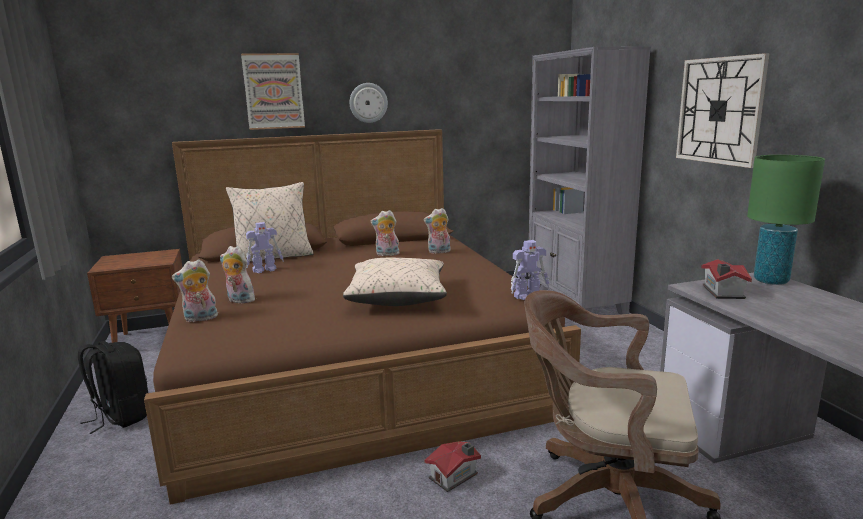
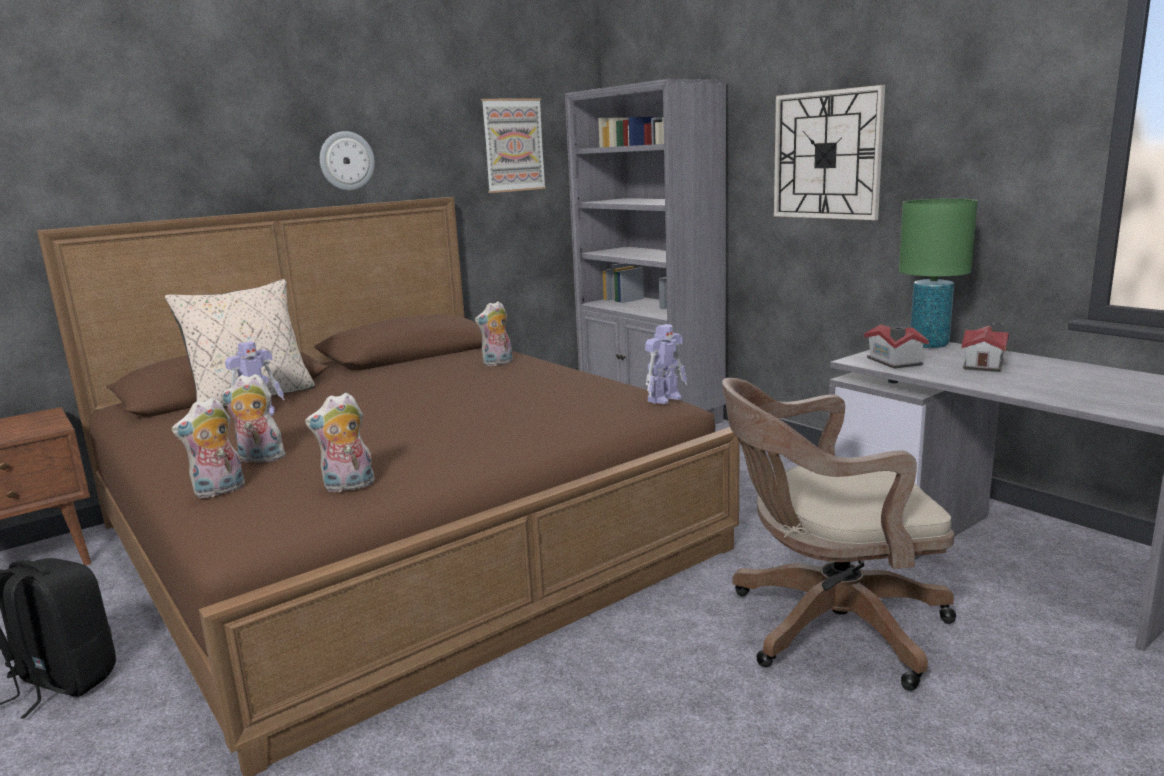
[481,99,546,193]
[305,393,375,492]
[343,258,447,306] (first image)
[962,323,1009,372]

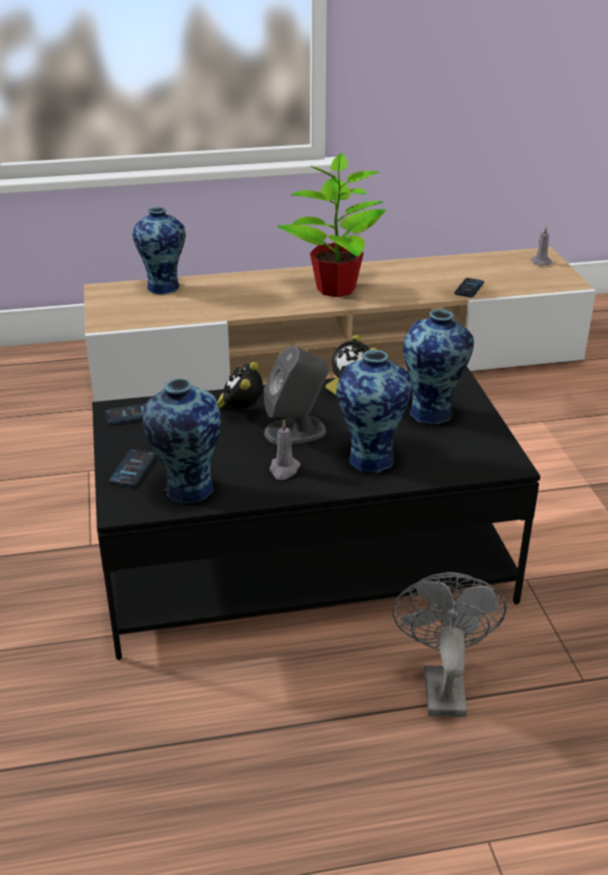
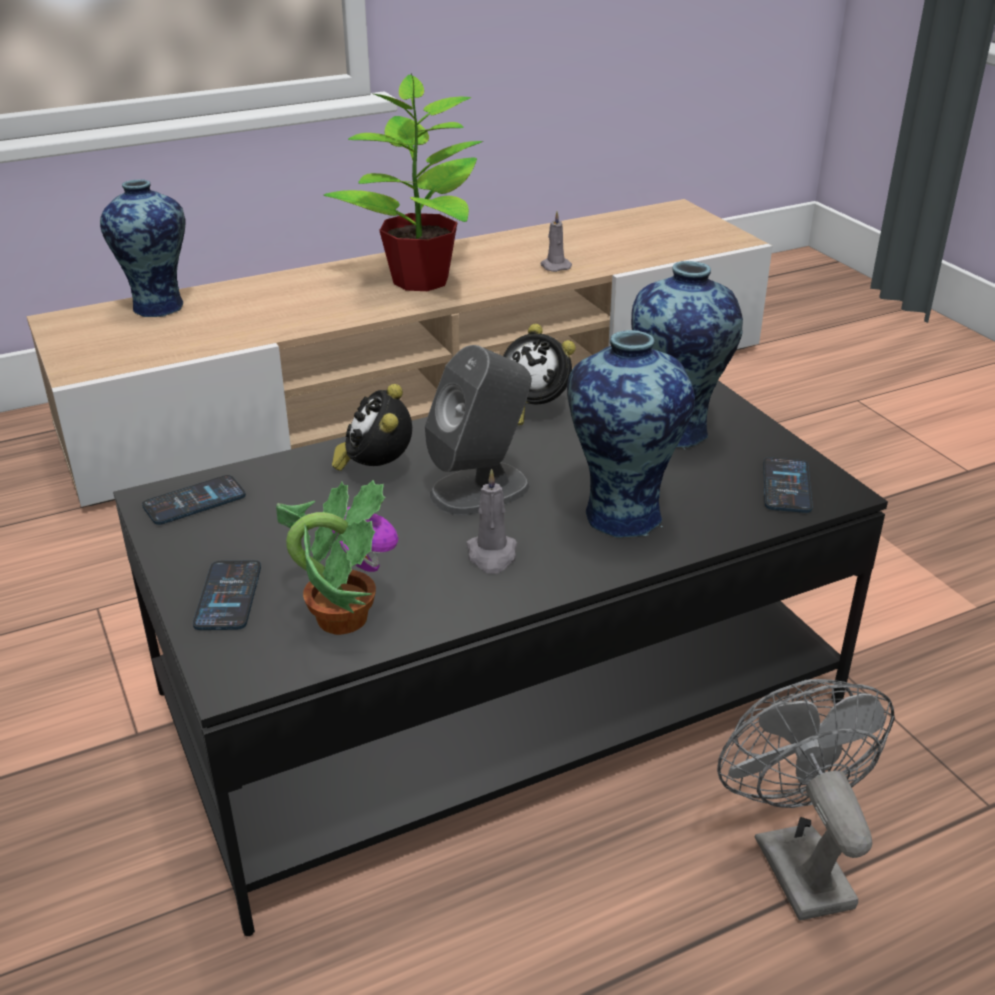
[540,211,572,272]
[763,457,813,513]
[276,480,398,635]

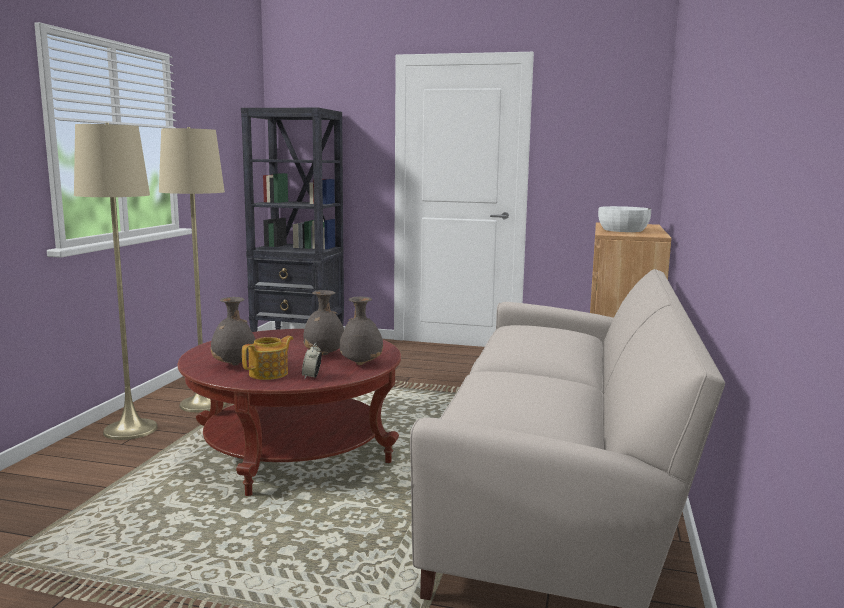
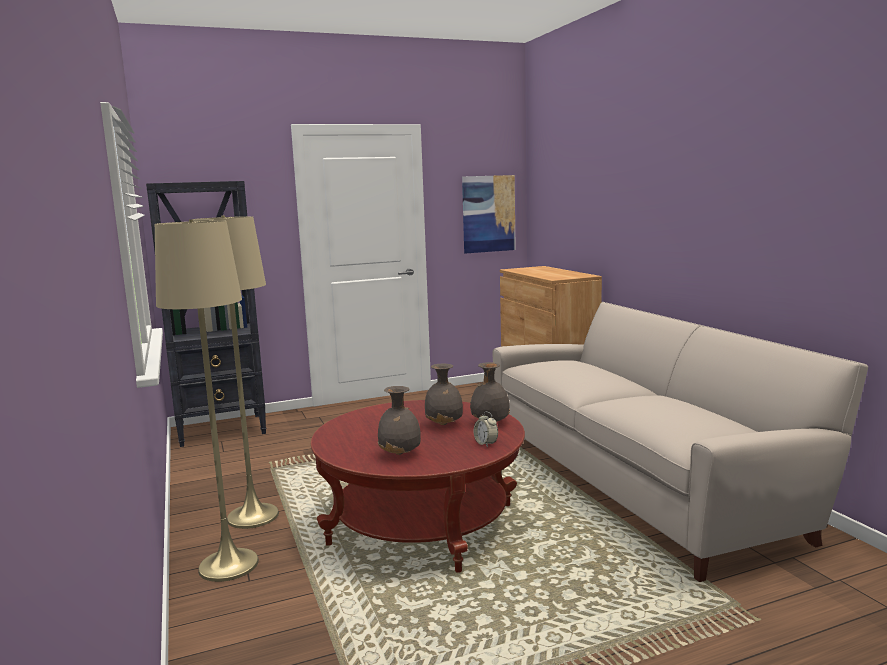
[598,206,651,232] (first image)
[242,336,293,380] (first image)
[462,175,516,254]

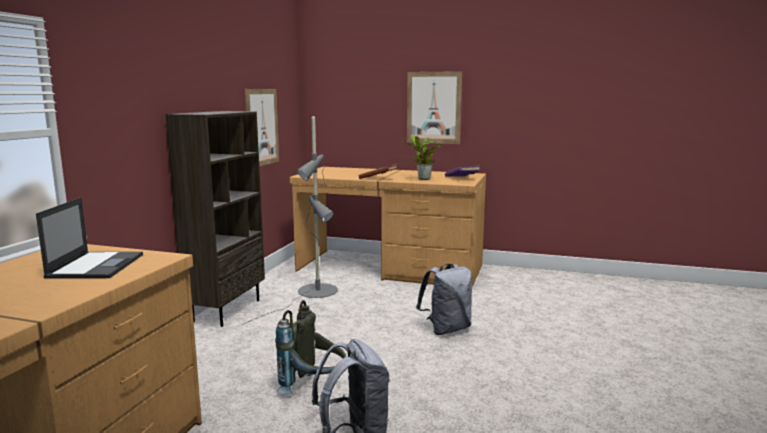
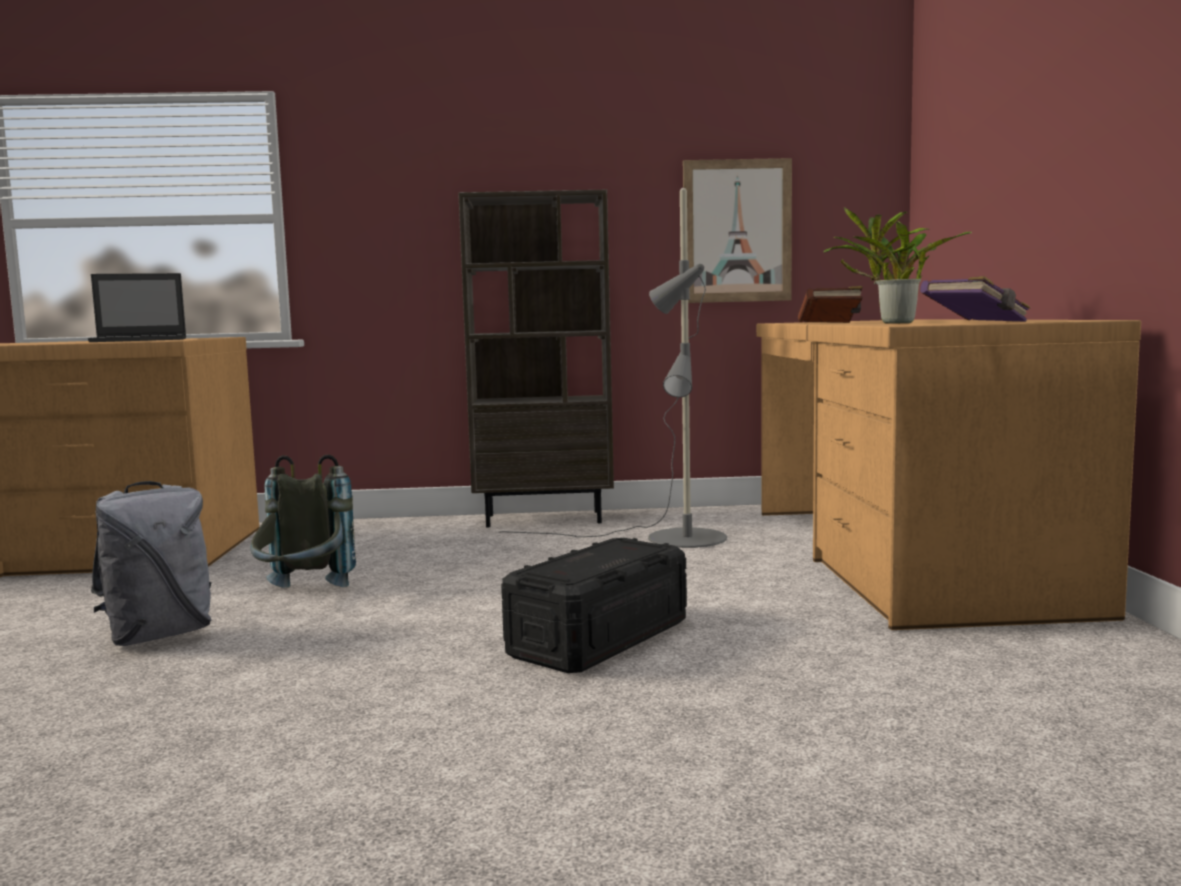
[407,71,462,144] (first image)
[501,538,687,673]

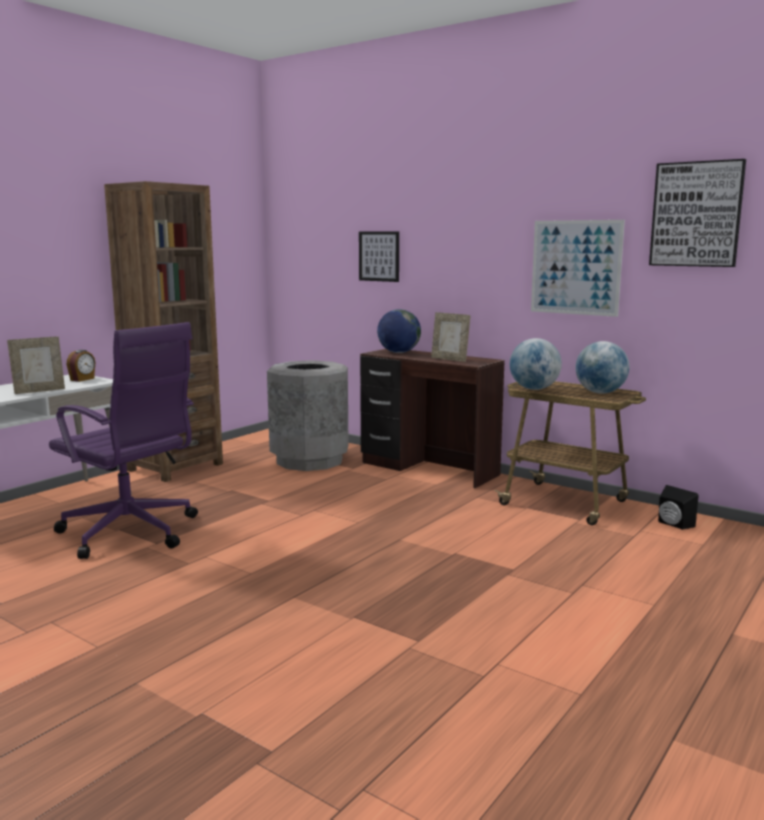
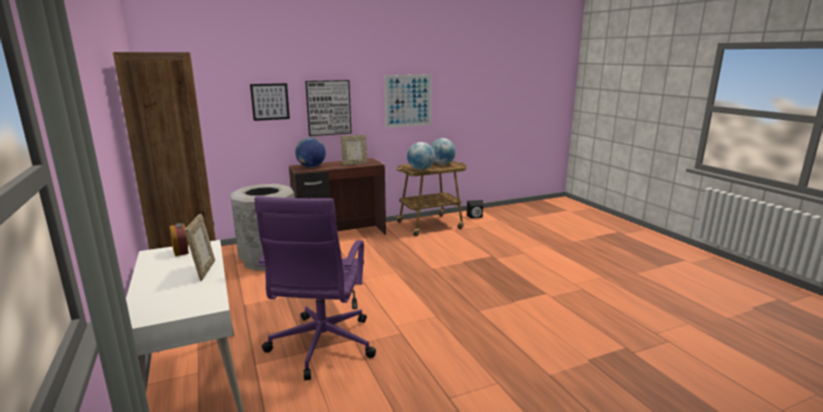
[305,80,351,136]
[255,196,376,380]

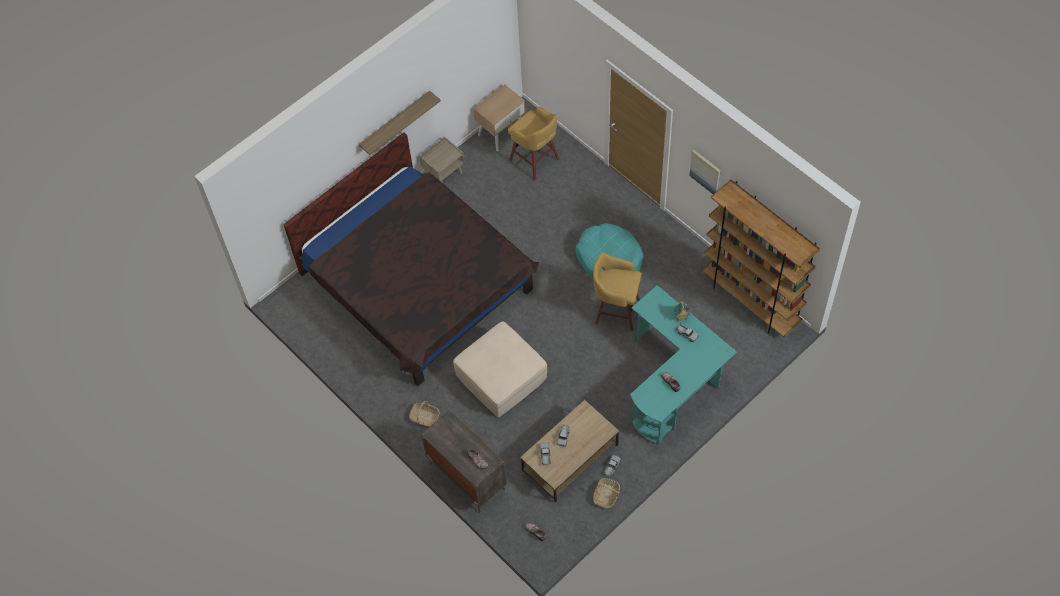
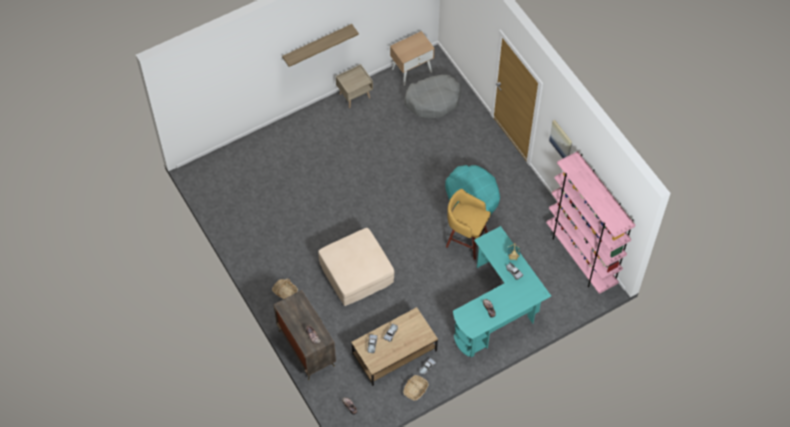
[404,75,461,118]
[284,132,539,386] (first image)
[546,151,635,294]

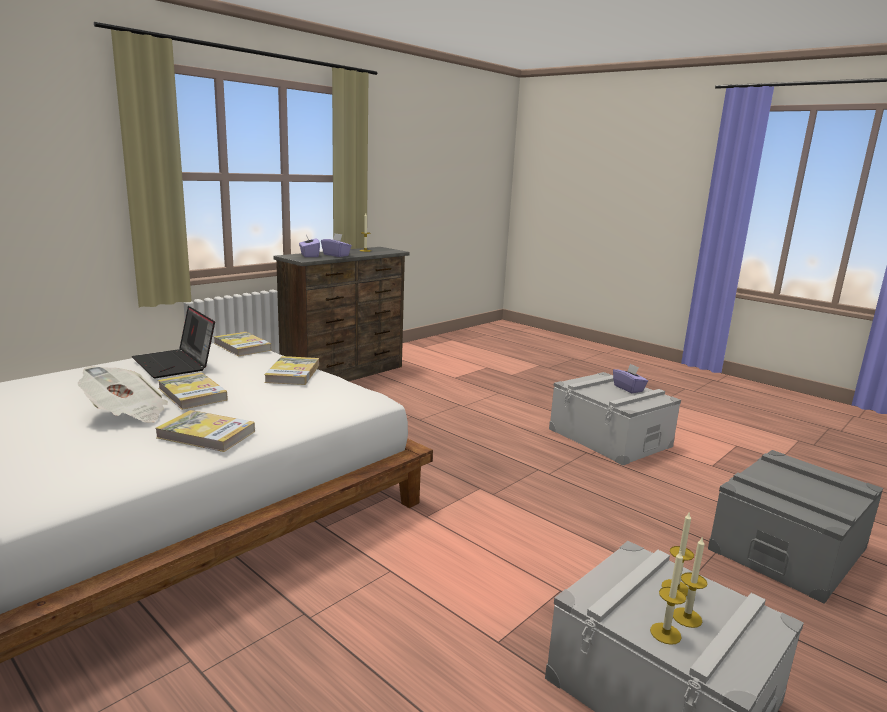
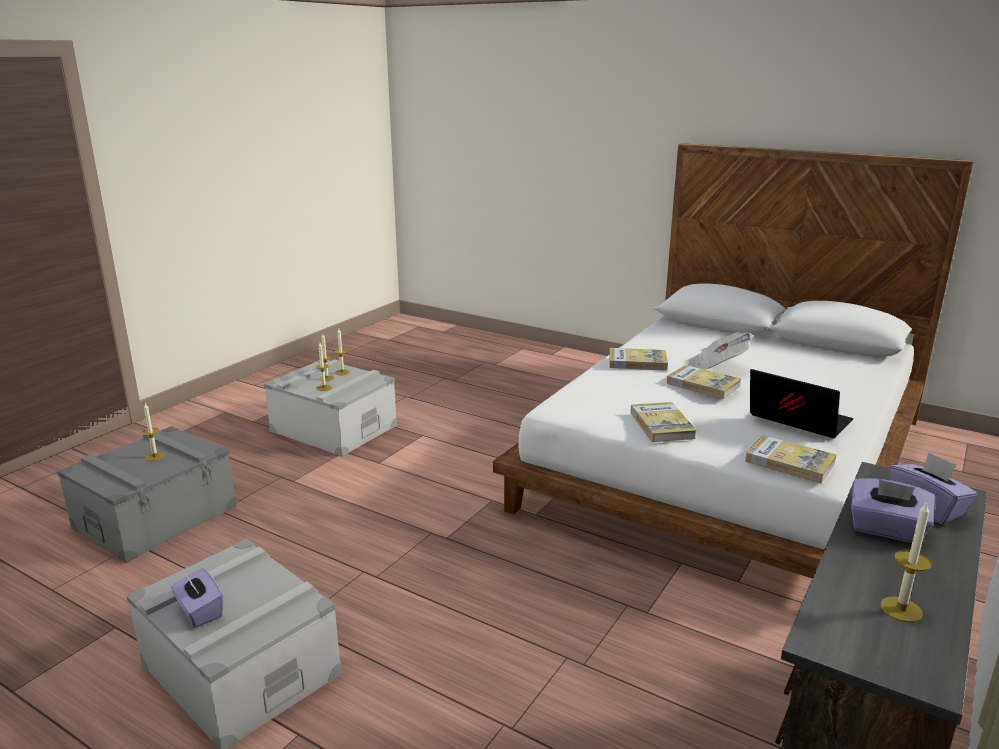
[142,403,165,461]

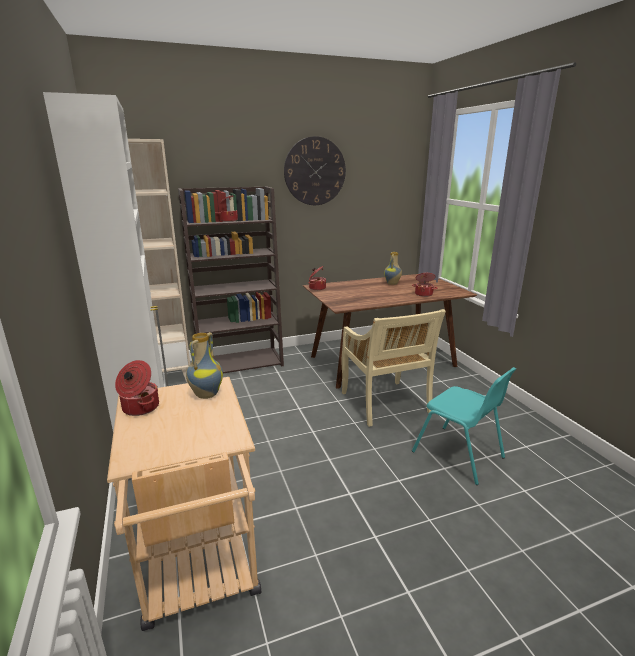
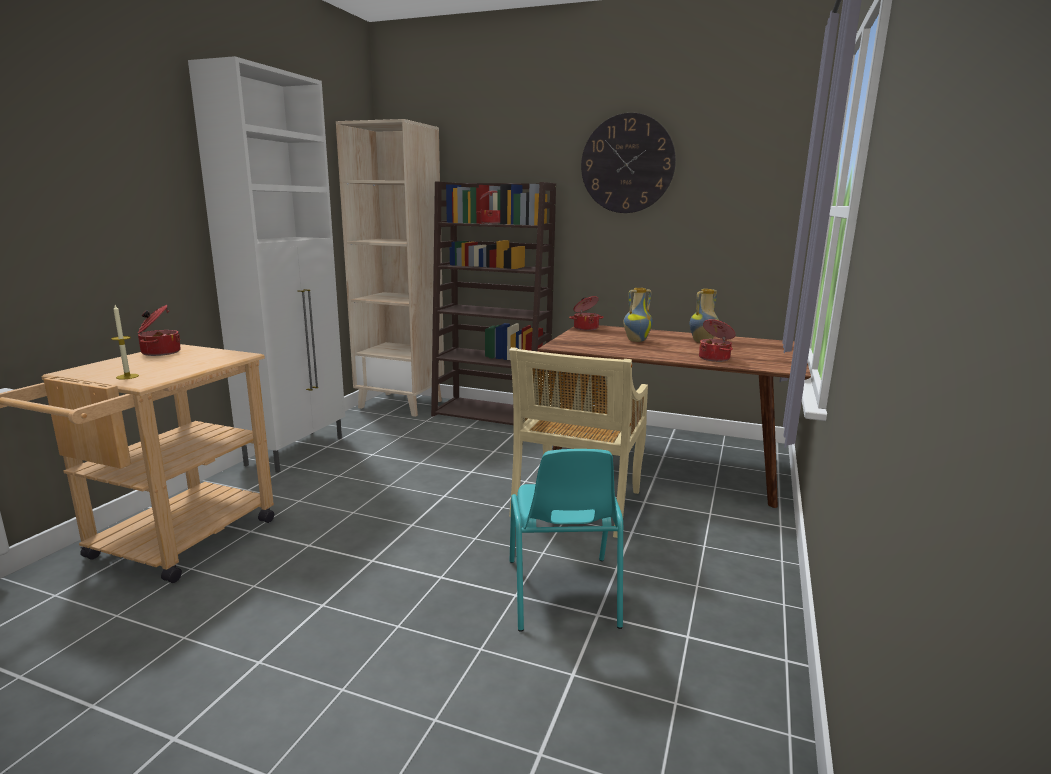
[623,288,653,342]
[111,305,139,380]

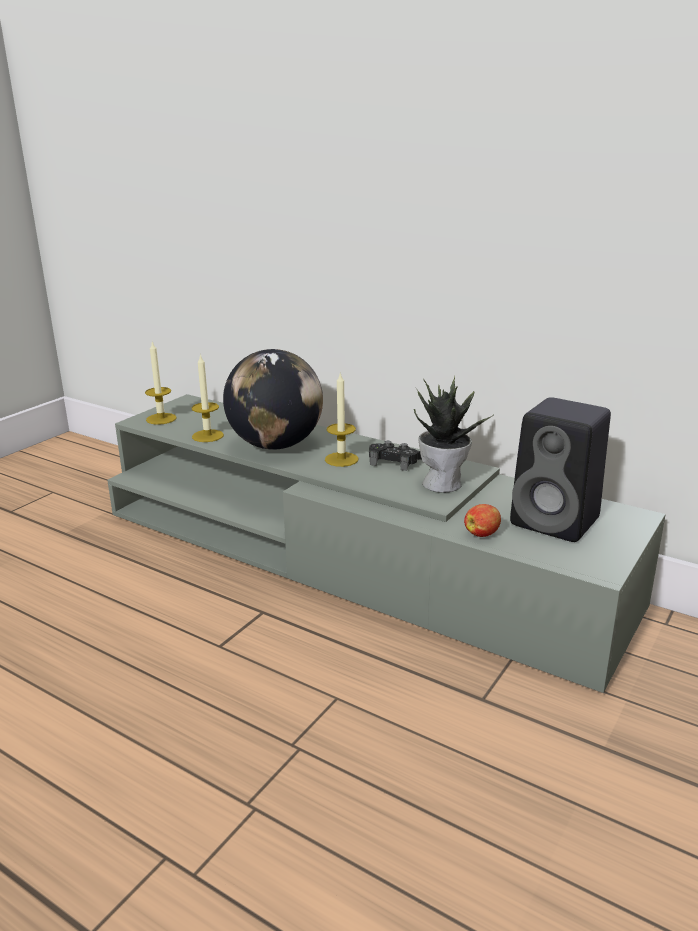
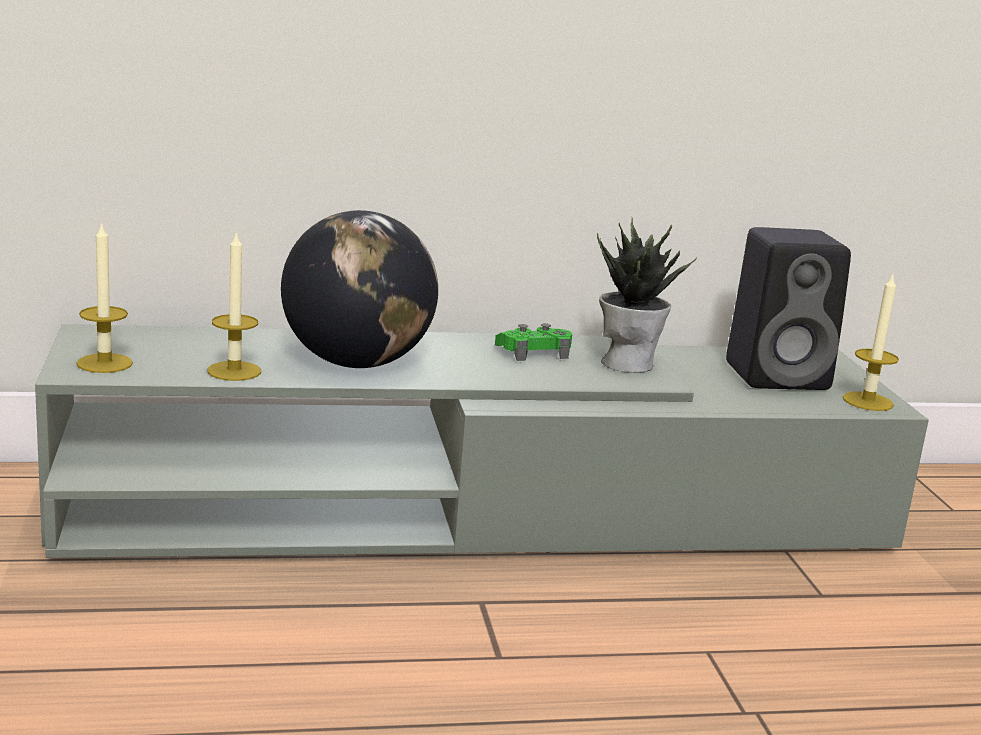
[843,274,899,411]
[495,323,572,361]
[464,504,501,537] (first image)

